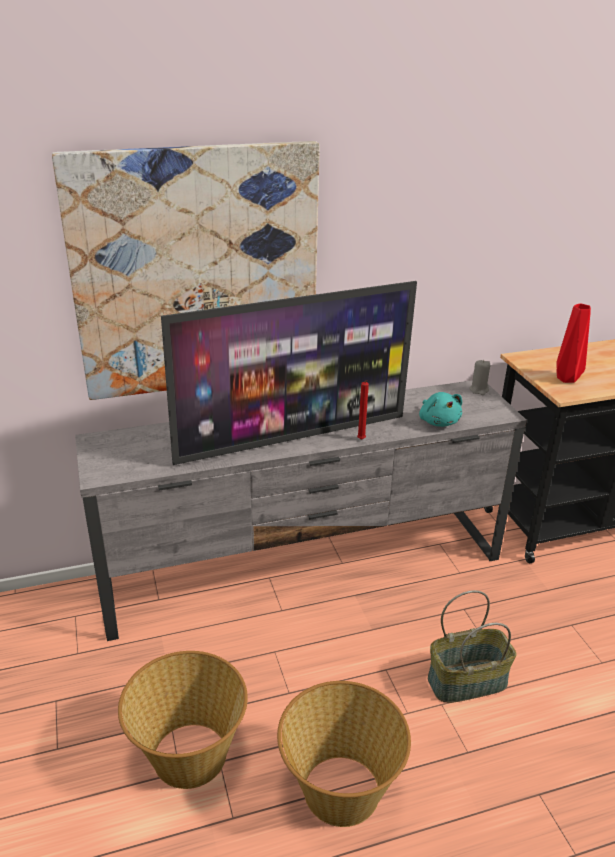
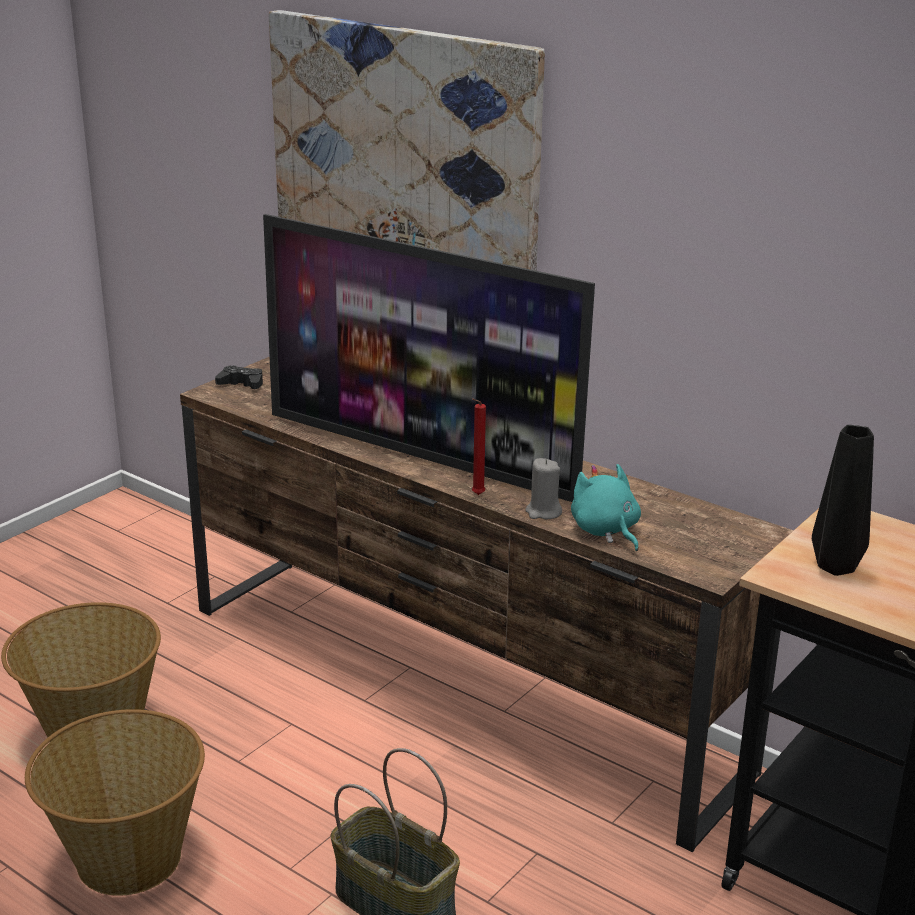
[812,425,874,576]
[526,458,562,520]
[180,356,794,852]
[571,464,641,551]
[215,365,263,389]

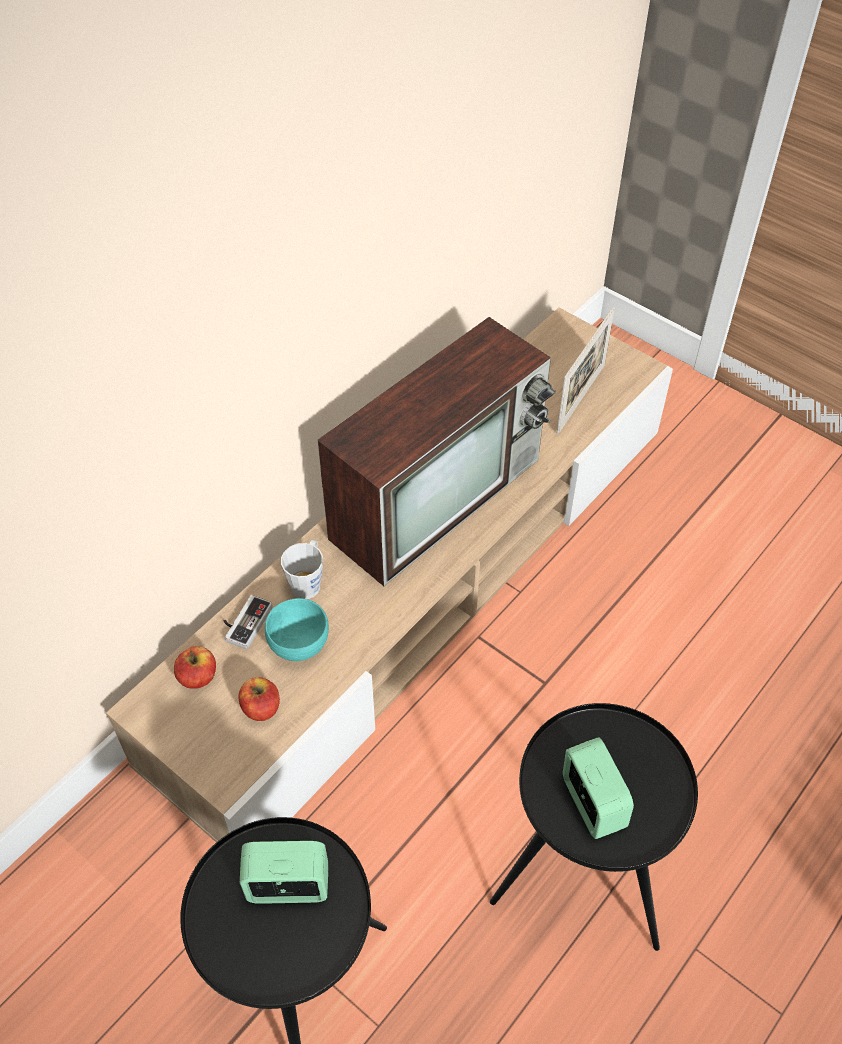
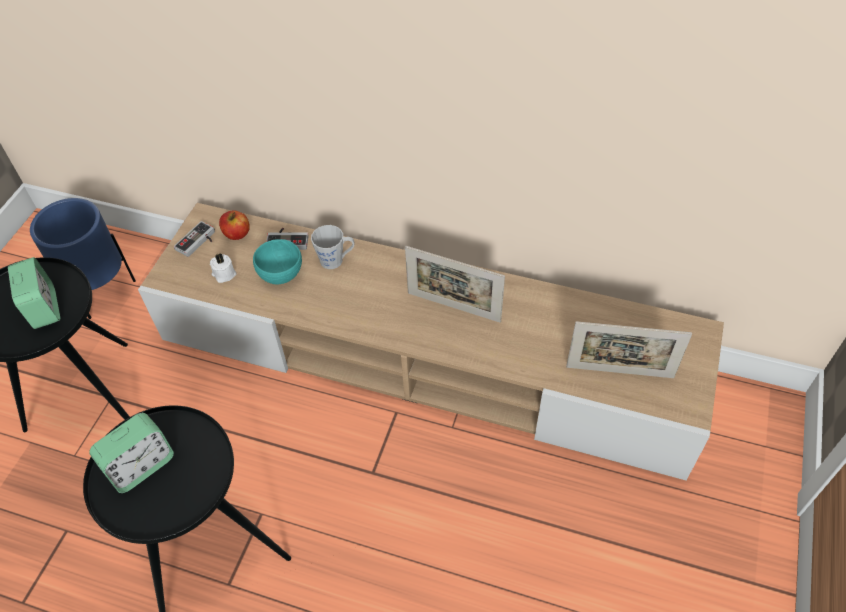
[405,246,505,323]
[210,253,236,283]
[30,198,136,319]
[174,221,215,257]

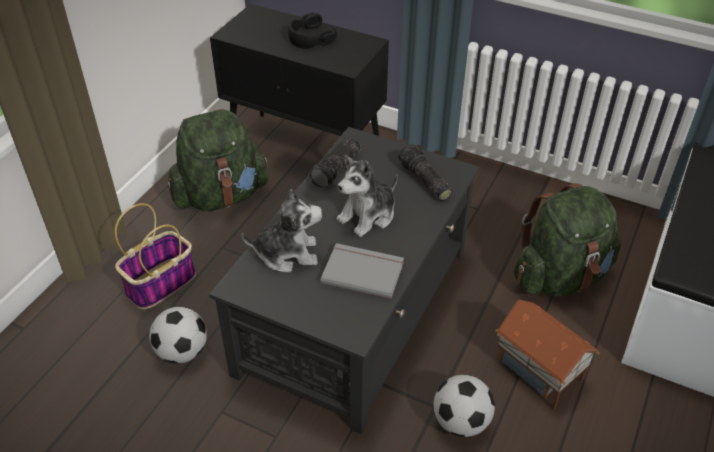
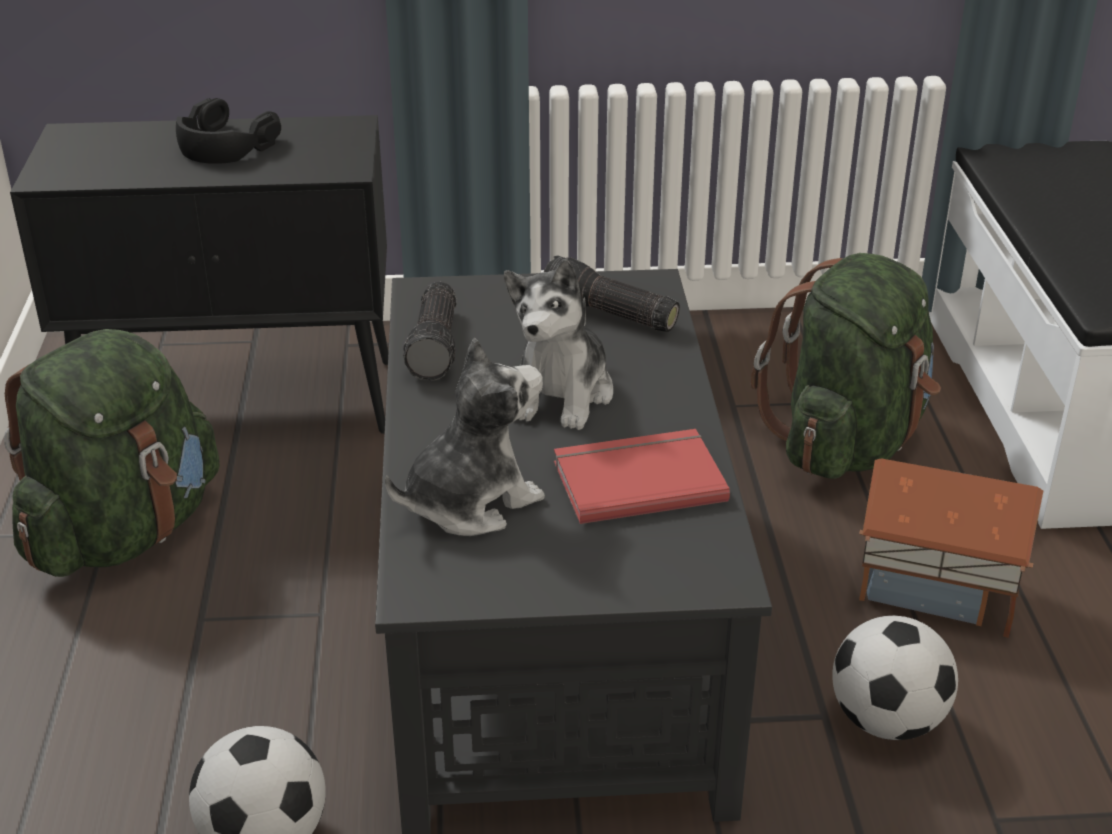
[114,203,196,309] (first image)
[554,429,730,524]

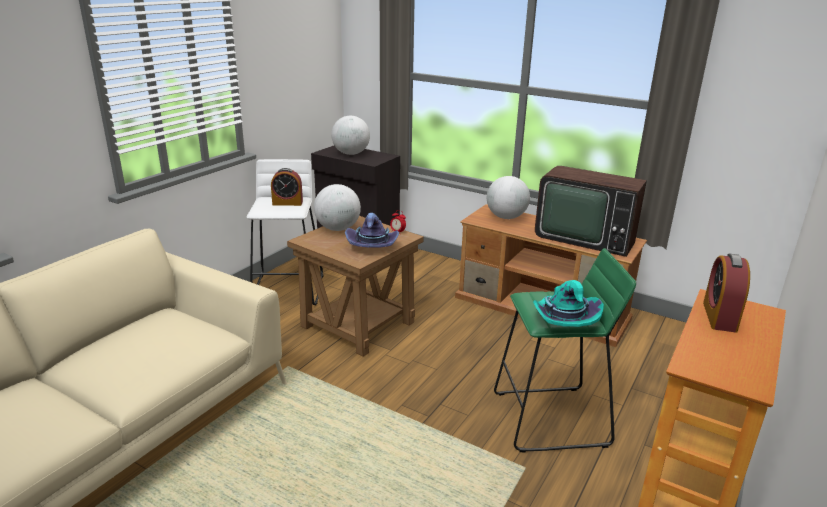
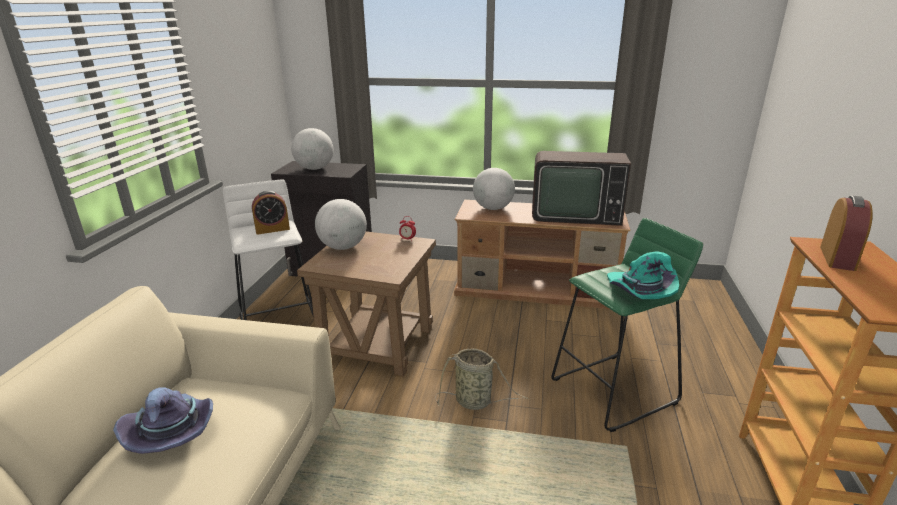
[113,387,213,454]
[820,196,873,271]
[435,348,529,410]

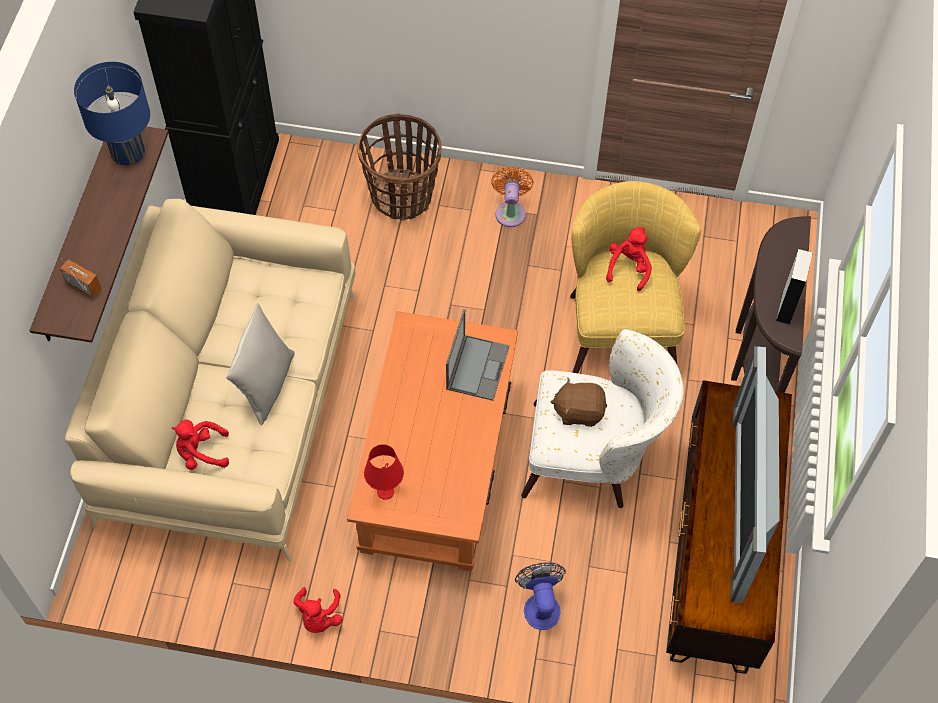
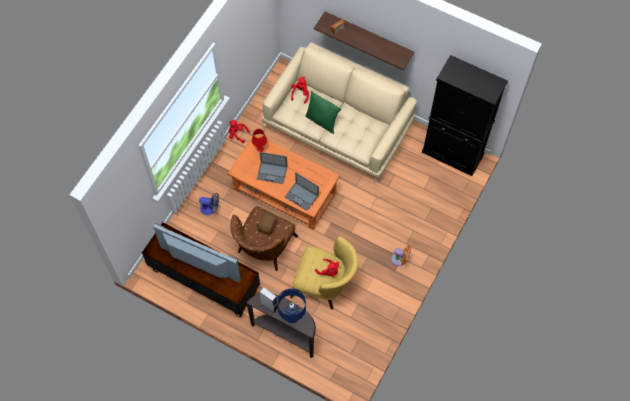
[277,289,306,323]
[358,113,442,221] (first image)
[305,91,341,134]
[230,206,298,271]
[257,152,287,184]

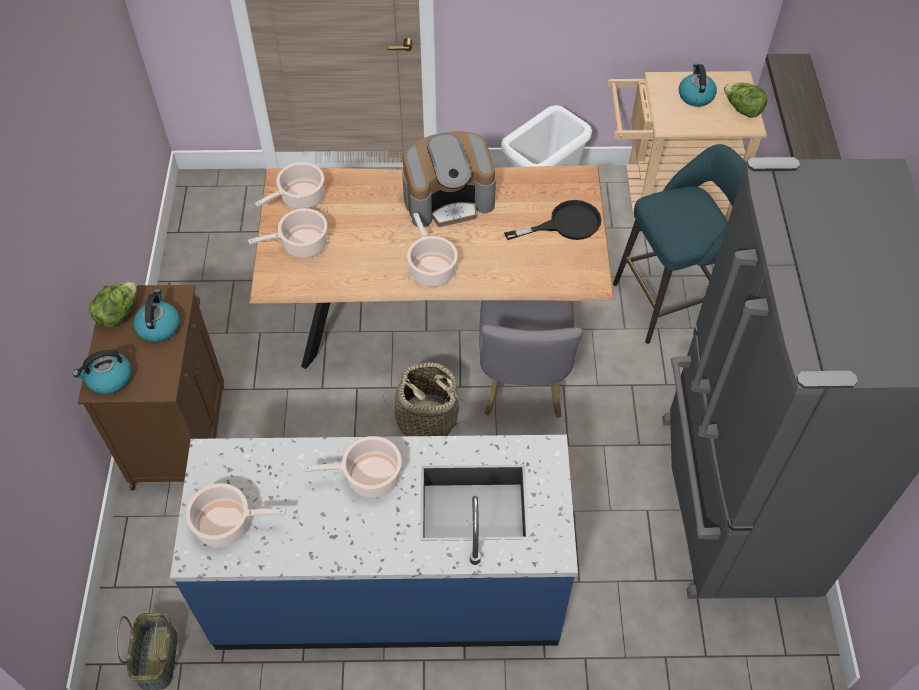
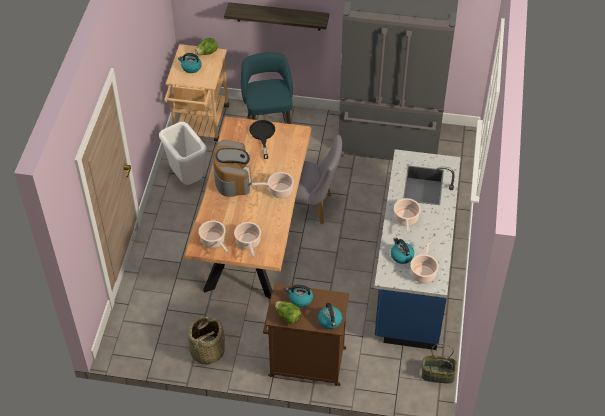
[188,316,225,366]
[391,237,414,264]

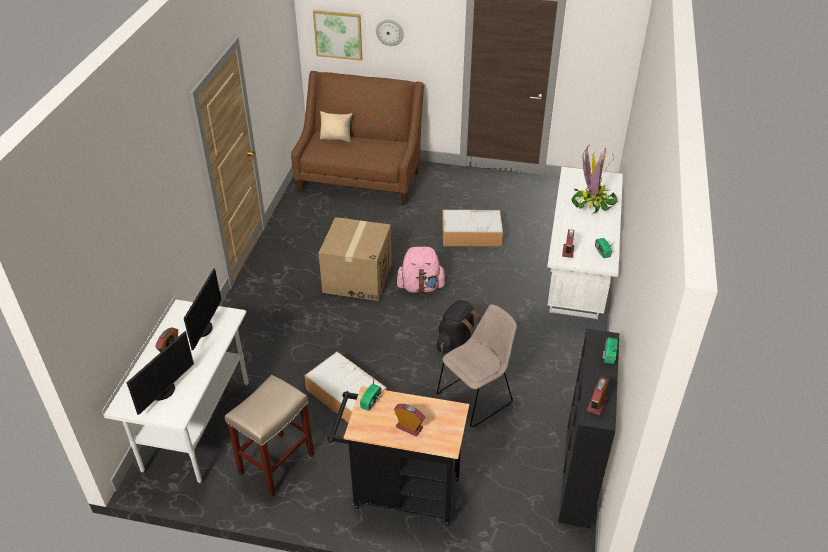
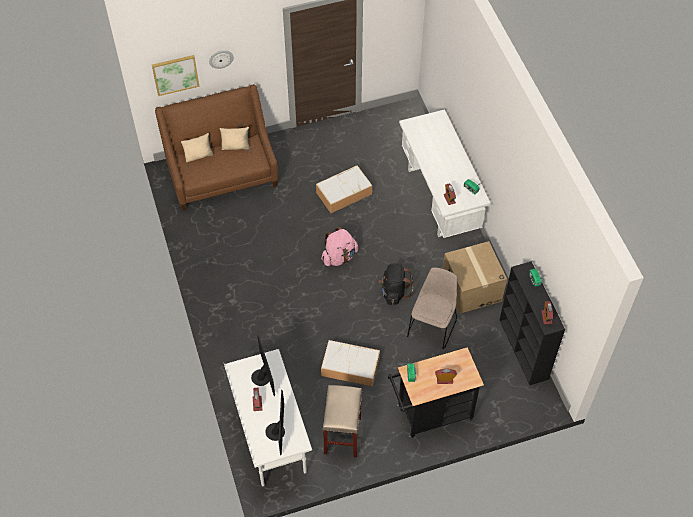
[572,146,617,215] (first image)
[443,241,507,314]
[220,127,250,150]

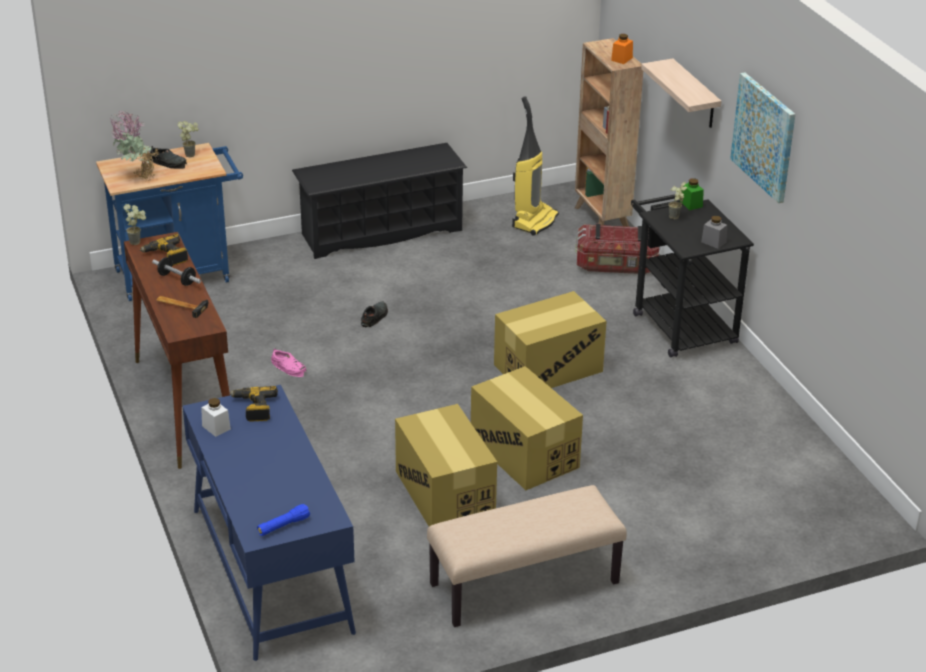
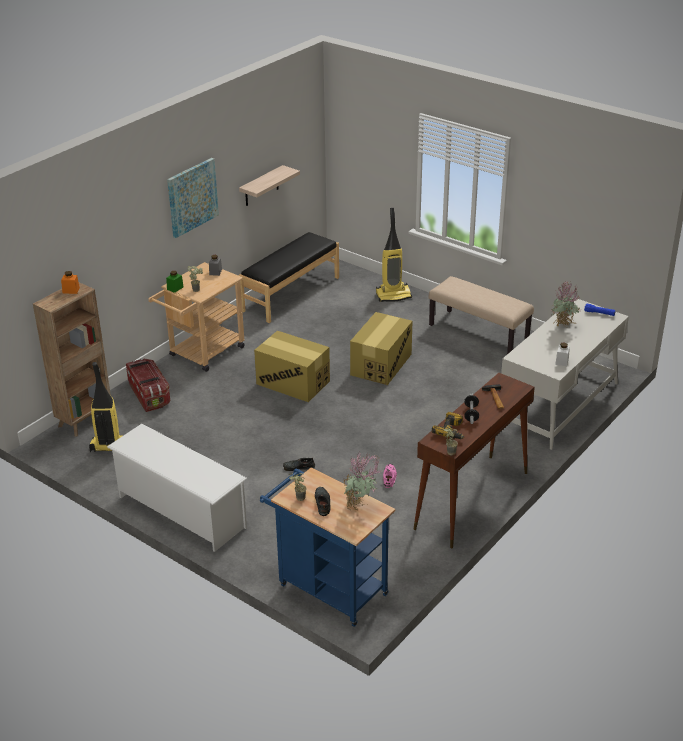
[239,165,300,206]
[107,424,247,552]
[148,262,245,372]
[501,299,629,450]
[229,386,278,422] (first image)
[395,404,497,526] (first image)
[376,208,412,302]
[238,232,339,323]
[551,282,581,327]

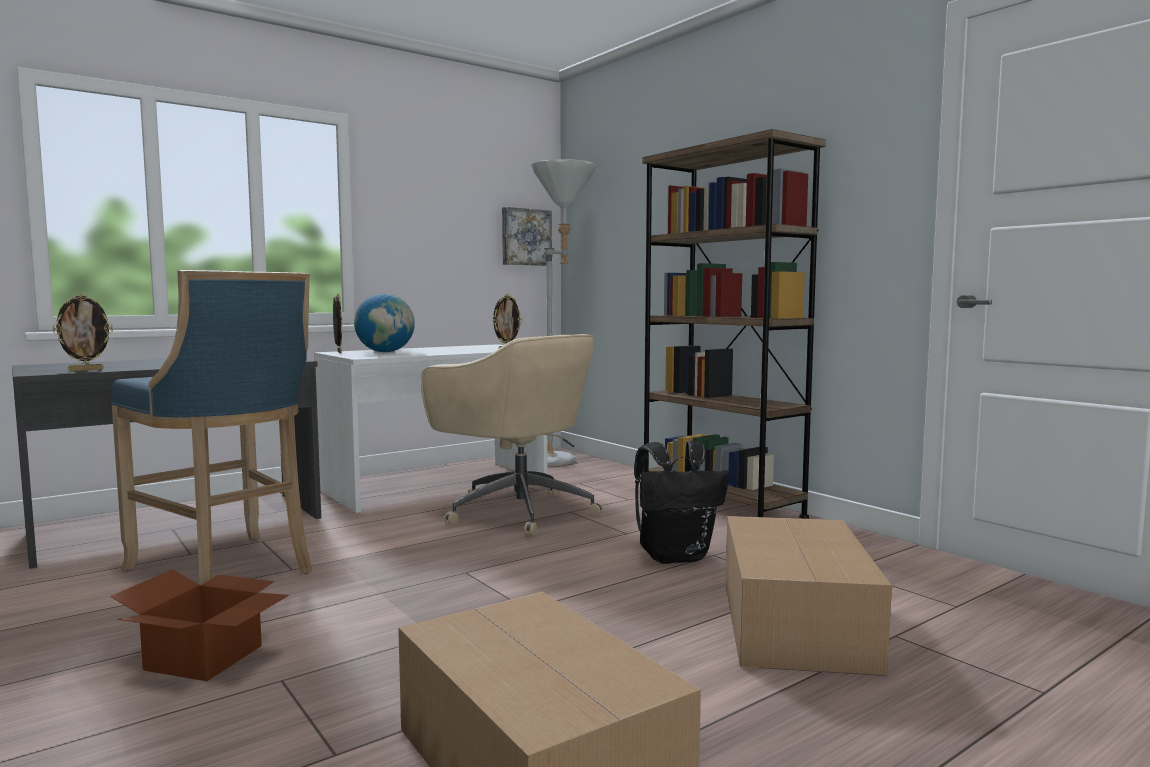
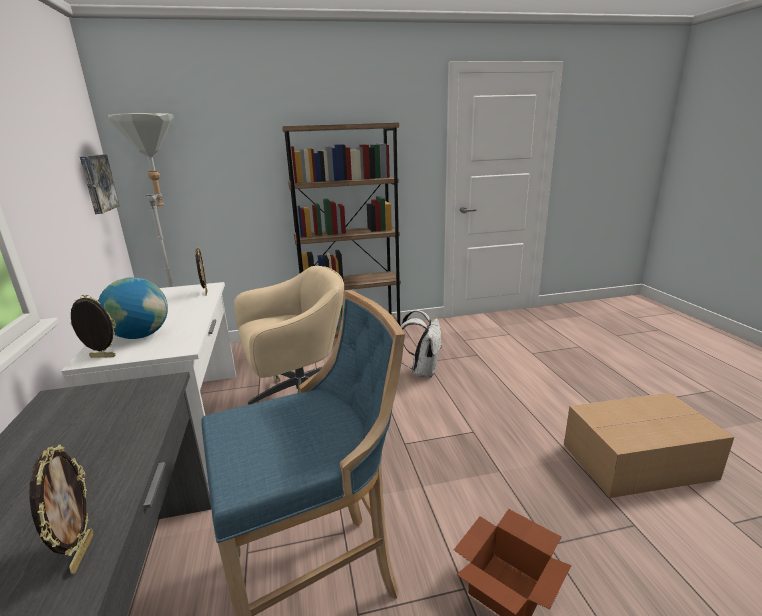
[400,310,442,378]
[726,516,892,676] (first image)

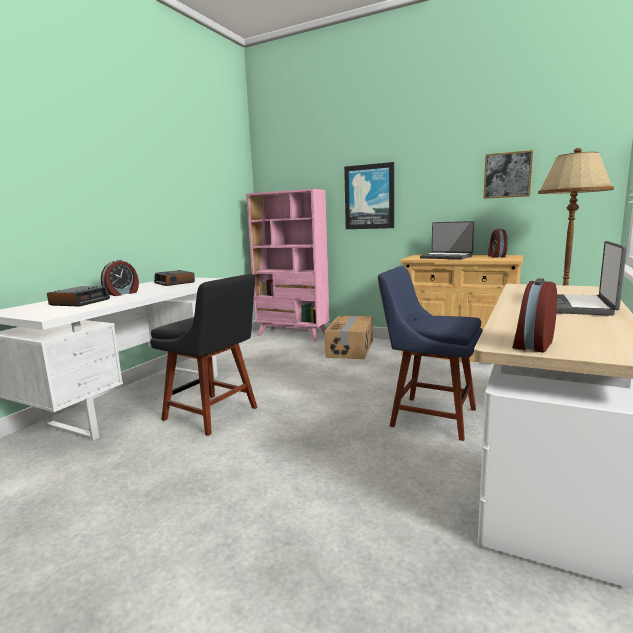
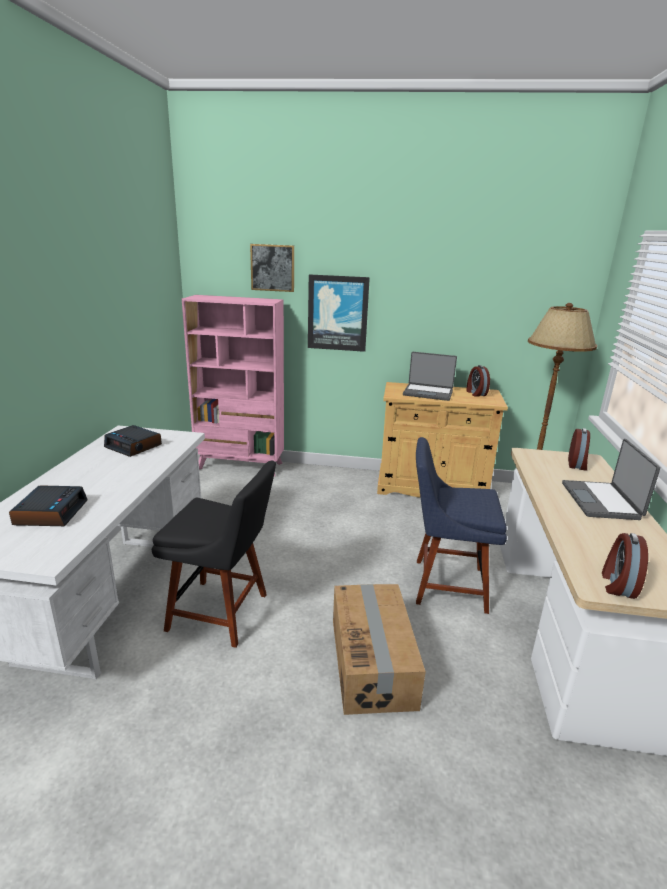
[250,244,294,292]
[568,428,590,471]
[333,584,426,715]

